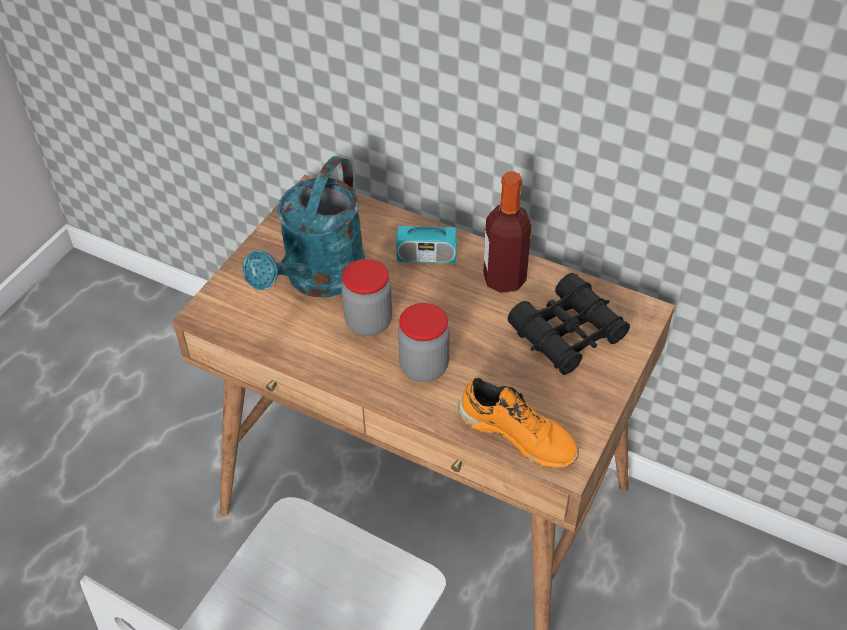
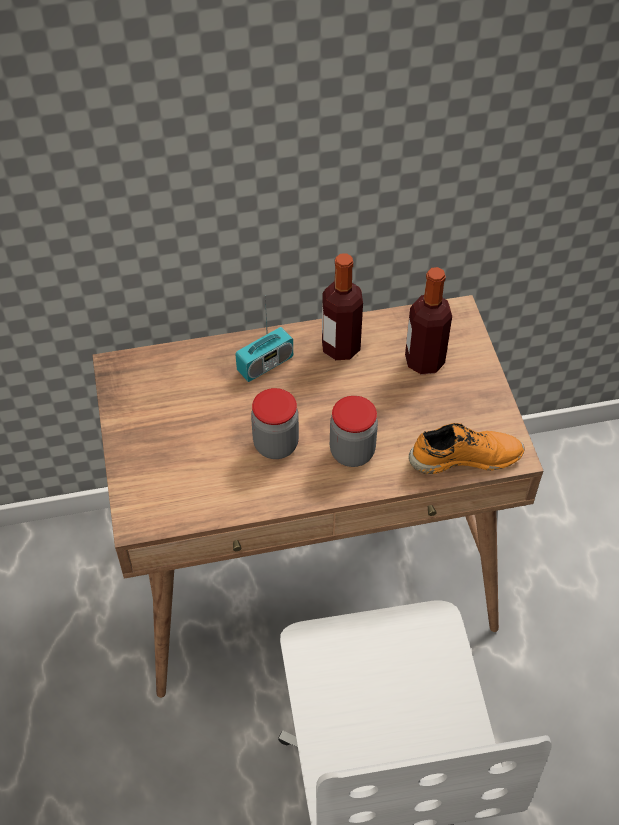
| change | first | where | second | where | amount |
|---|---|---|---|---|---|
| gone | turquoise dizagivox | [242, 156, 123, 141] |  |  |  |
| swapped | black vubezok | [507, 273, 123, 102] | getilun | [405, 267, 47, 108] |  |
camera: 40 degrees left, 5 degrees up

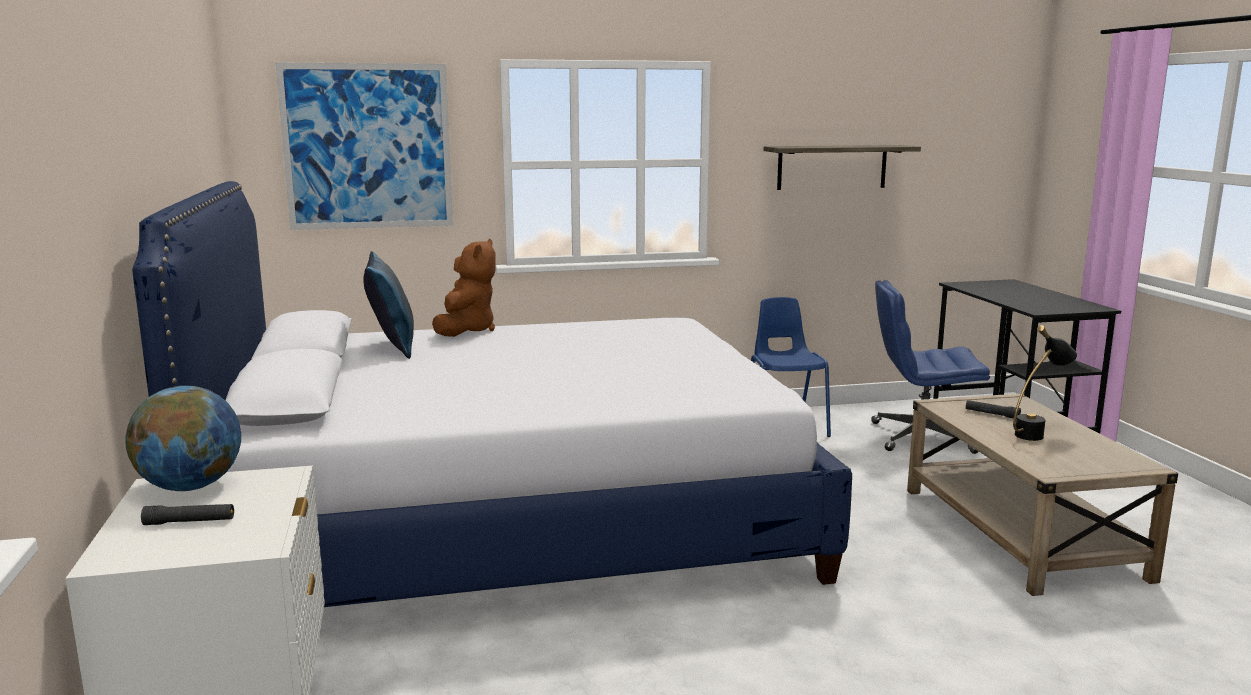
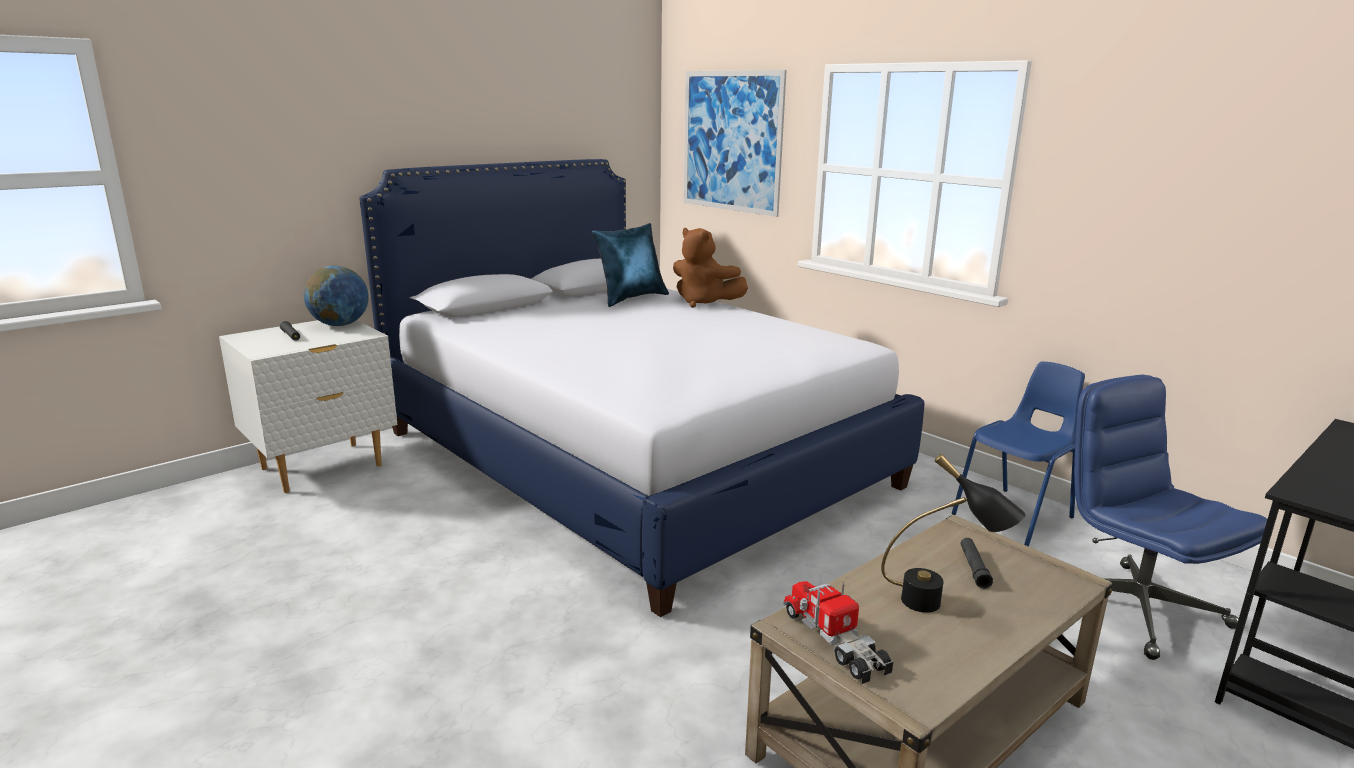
| change | first | where | second | where | amount |
|---|---|---|---|---|---|
| gone | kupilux | [764, 145, 157, 45] |  |  |  |
| rotated | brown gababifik | [432, 239, 64, 98] |  | [673, 228, 75, 80] | 60 degrees clockwise |
| new |  |  | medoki | [783, 581, 111, 103] |  |
camera: 60 degrees right, 5 degrees up

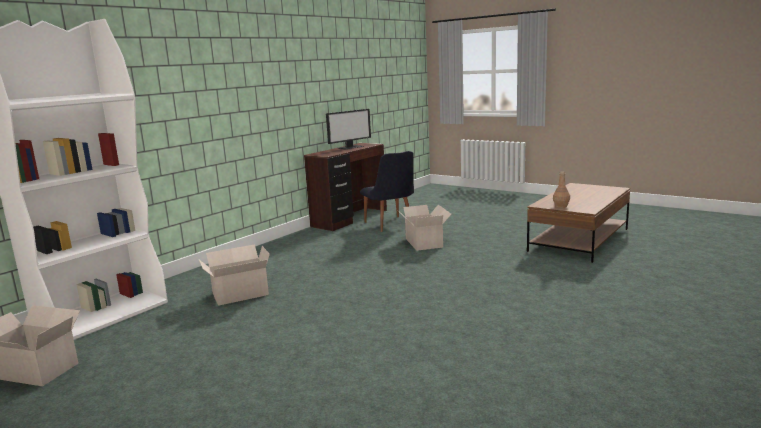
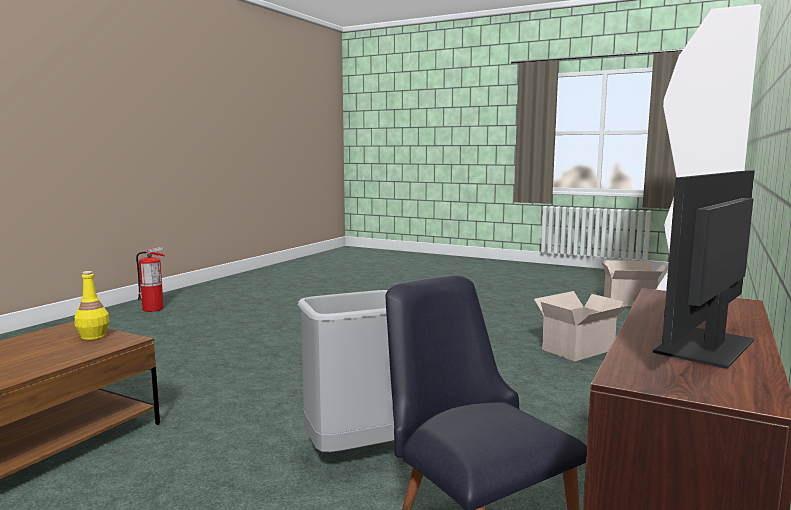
| change | first | where | second | where | amount |
|---|---|---|---|---|---|
| repainted | brown getilun | [553, 171, 17, 37] | yellow getilun | [74, 271, 36, 69] |  |
| swapped | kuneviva | [396, 205, 55, 46] | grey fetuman | [298, 290, 96, 162] |  |
| new |  |  | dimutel | [136, 247, 30, 65] |  |
camera: 170 degrees right, 5 degrees down

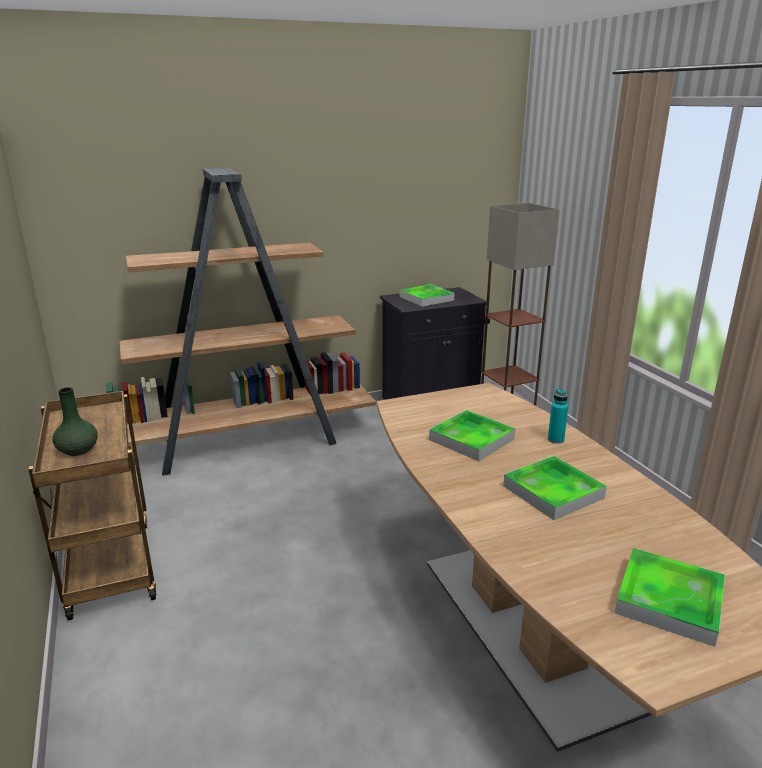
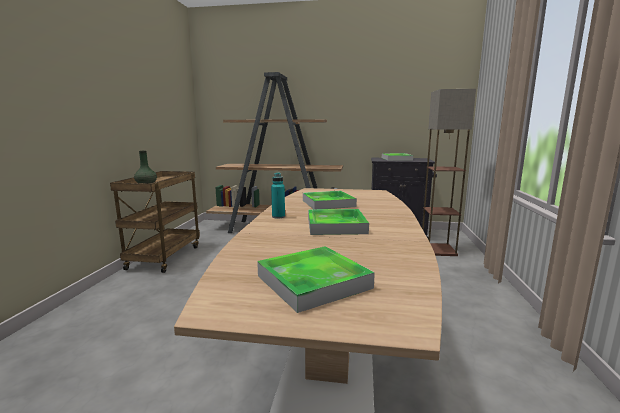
| change | first | where | second | where | amount |
|---|---|---|---|---|---|
| shifted | turquoise getilun | [548, 388, 20, 56] |  | [271, 173, 14, 46] |  |
camera: 30 degrees right, 10 degrees down

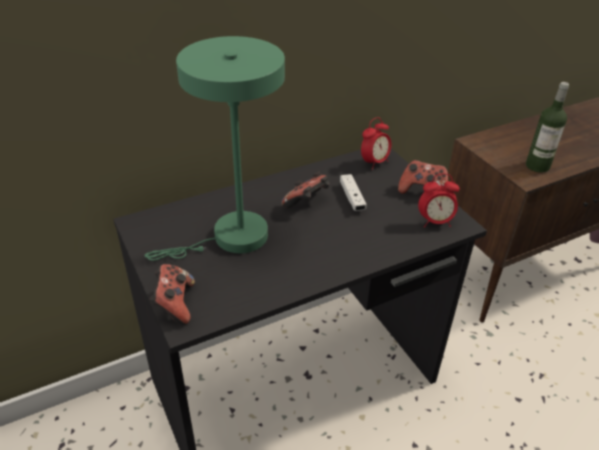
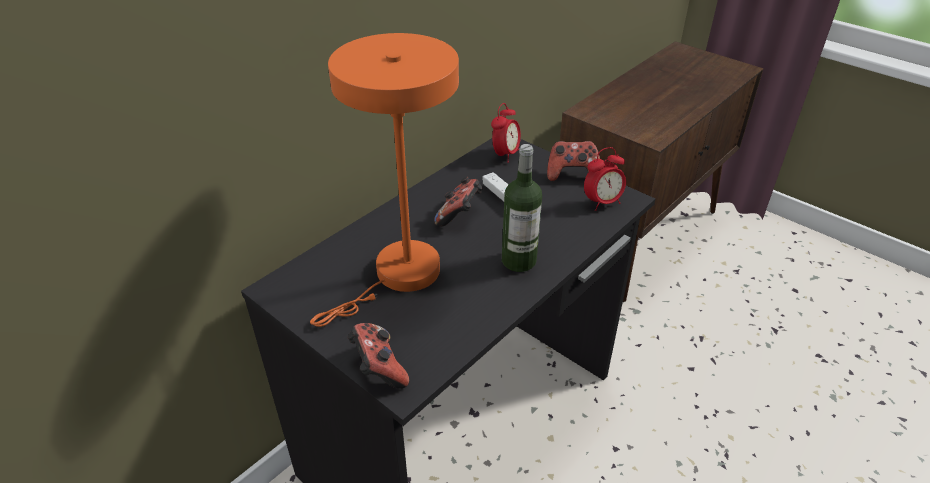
| change | first | where | second | where | amount |
|---|---|---|---|---|---|
| repainted | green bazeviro | [144, 36, 141, 225] | orange bazeviro | [310, 33, 149, 294] |  |
| shifted | getilun | [526, 82, 43, 91] |  | [502, 144, 40, 128] |  |
camera: 20 degrees left, 0 degrees up

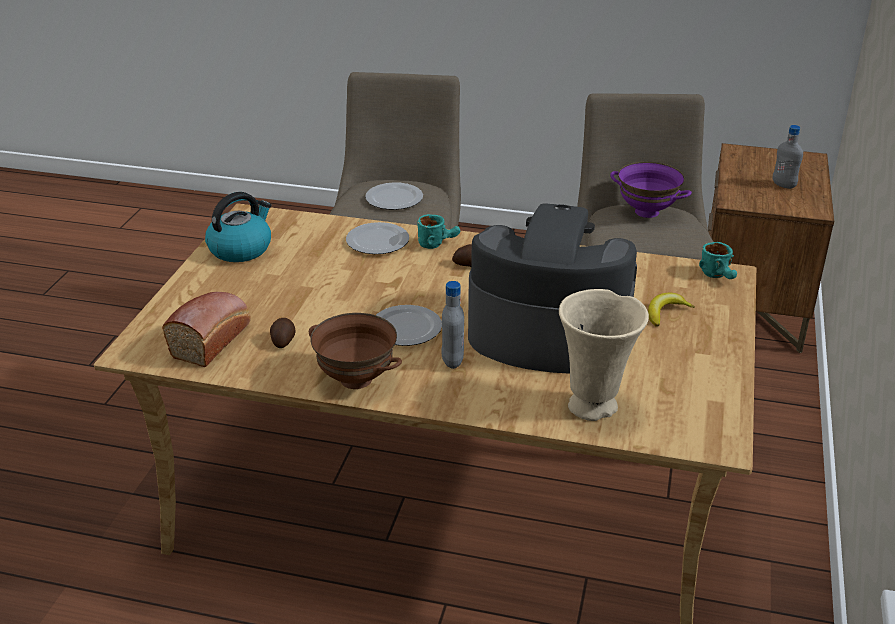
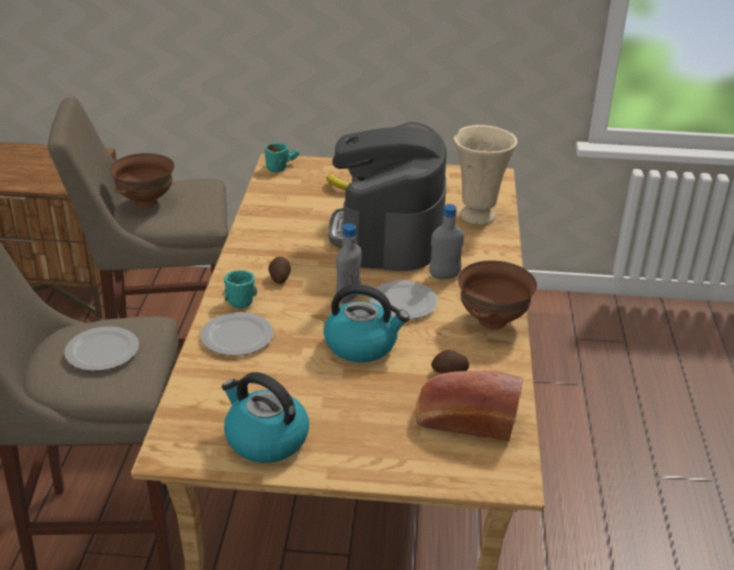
| change | first | where | second | where | amount |
|---|---|---|---|---|---|
| shifted | grey getilun | [773, 125, 30, 64] |  | [336, 223, 26, 80] |  |
| repainted | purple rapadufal | [610, 162, 82, 56] | brown rapadufal | [109, 153, 65, 55] |  |
| new |  |  | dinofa | [324, 284, 86, 79] |  |
camera: 100 degrees left, 0 degrees up

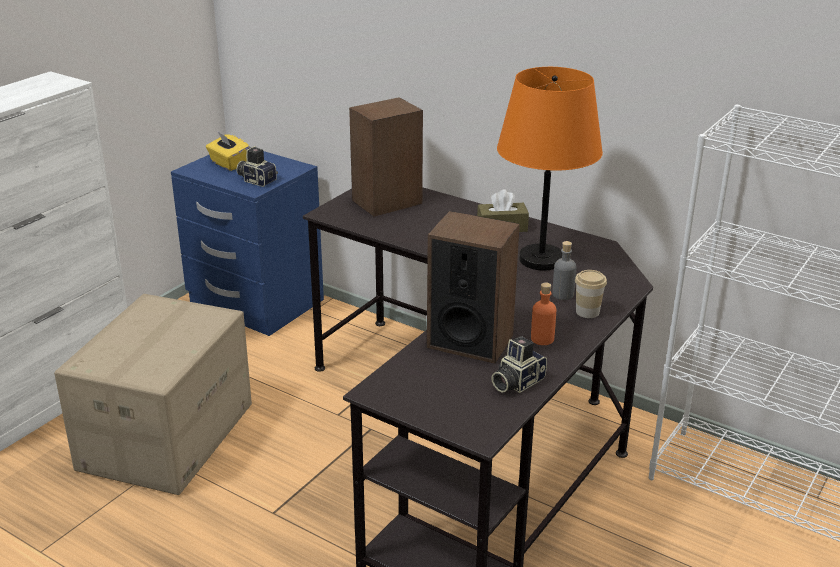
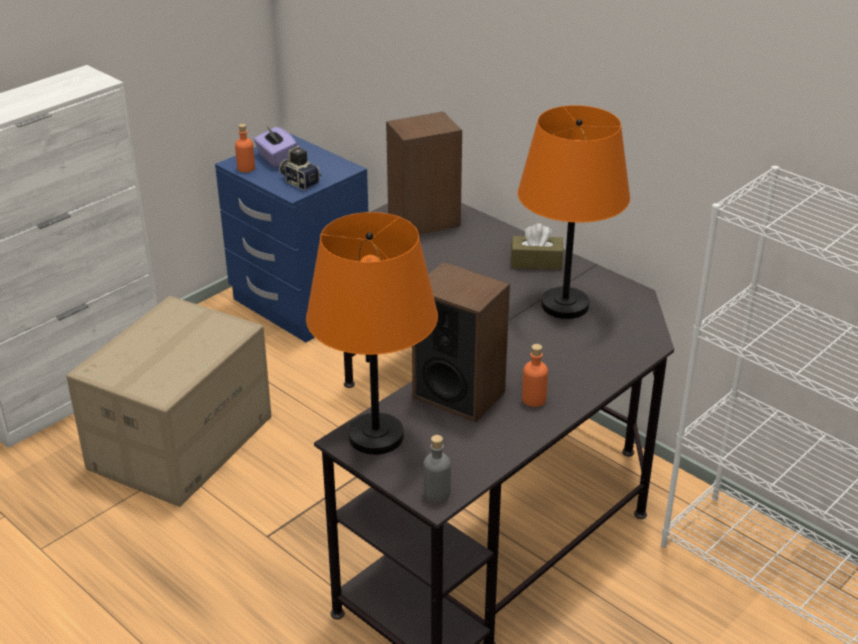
| change | first | where | second | where | amount |
|---|---|---|---|---|---|
| repainted | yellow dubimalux | [206, 132, 44, 39] | purple dubimalux | [254, 125, 43, 43] |  |
| shifted | grey getilun | [552, 241, 25, 59] |  | [423, 435, 28, 68] |  |
| gone | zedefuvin | [575, 270, 32, 48] |  |  |  |
| gone | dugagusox | [491, 336, 56, 57] |  |  |  |
| new |  |  | orange getilun | [235, 124, 20, 49] |  |
| new |  |  | orange bazeviro | [306, 212, 132, 243] |  |
camera: 10 degrees right, 5 degrees up

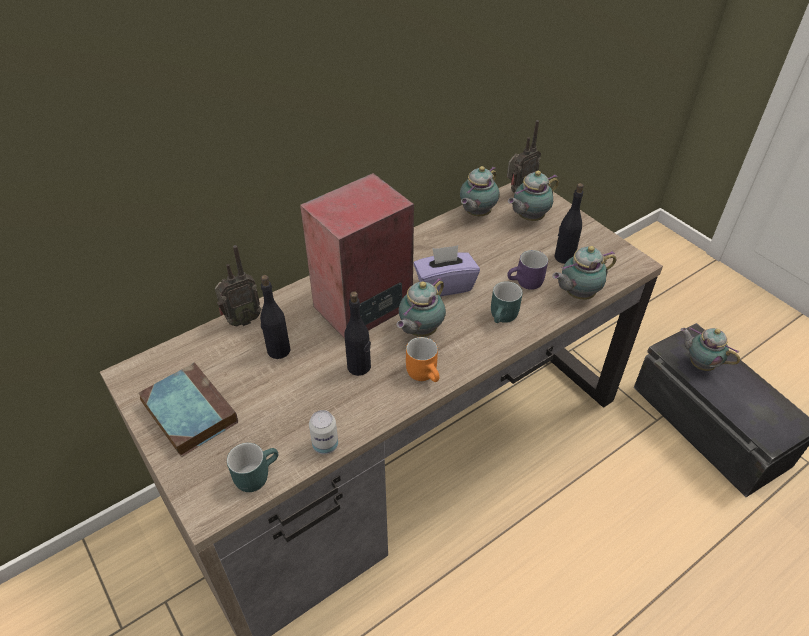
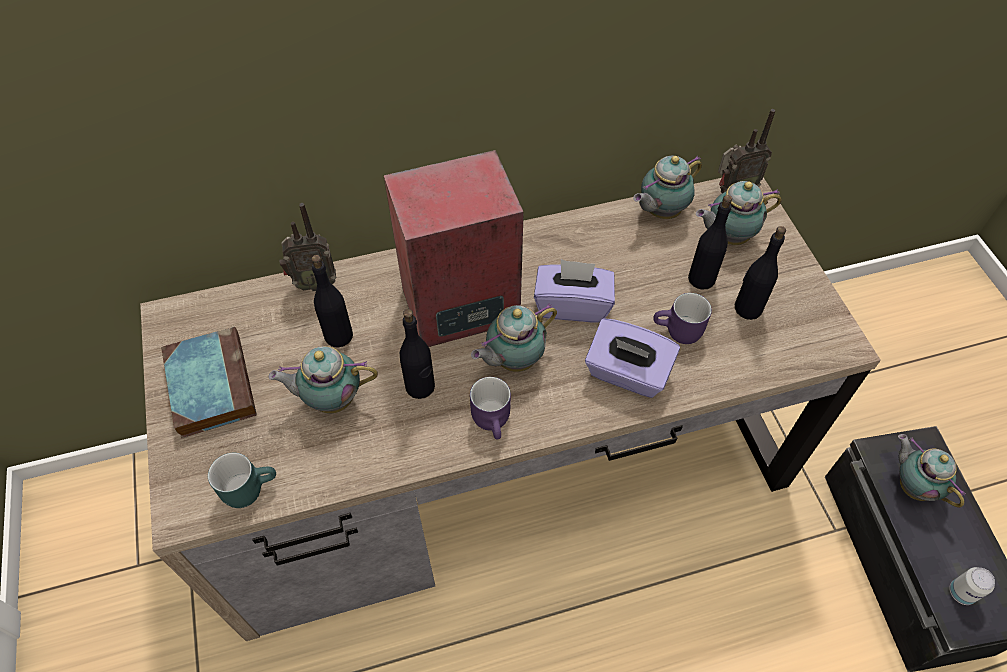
| change | first | where | second | where | amount |
|---|---|---|---|---|---|
| shifted | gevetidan | [552, 246, 65, 54] |  | [269, 346, 109, 68] |  |
| swapped | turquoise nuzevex | [491, 281, 32, 42] | purple dubimalux | [585, 318, 95, 80] |  |
| repainted | orange nuzevex | [406, 337, 34, 45] | purple nuzevex | [470, 377, 41, 63] |  |
| shifted | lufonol | [309, 410, 29, 44] |  | [949, 567, 46, 38] |  |
| new |  |  | black getilun | [688, 195, 44, 94] |  |
camera: 20 degrees right, 10 degrees up

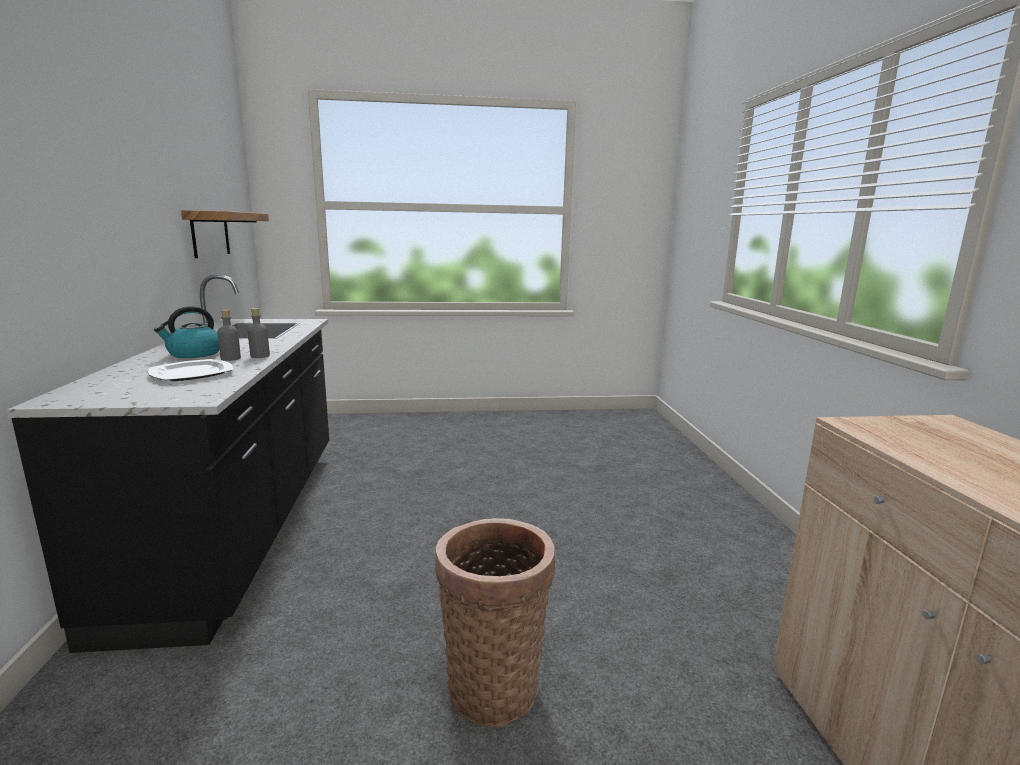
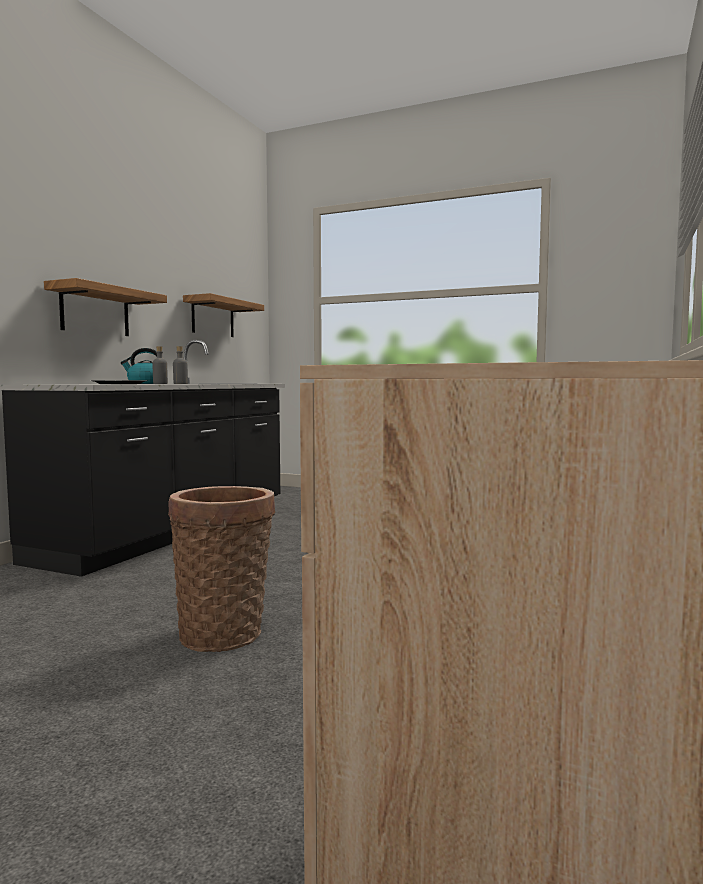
| change | first | where | second | where | amount |
|---|---|---|---|---|---|
| new |  |  | kupilux | [44, 278, 123, 58] |  |
camera: 30 degrees right, 10 degrees down

